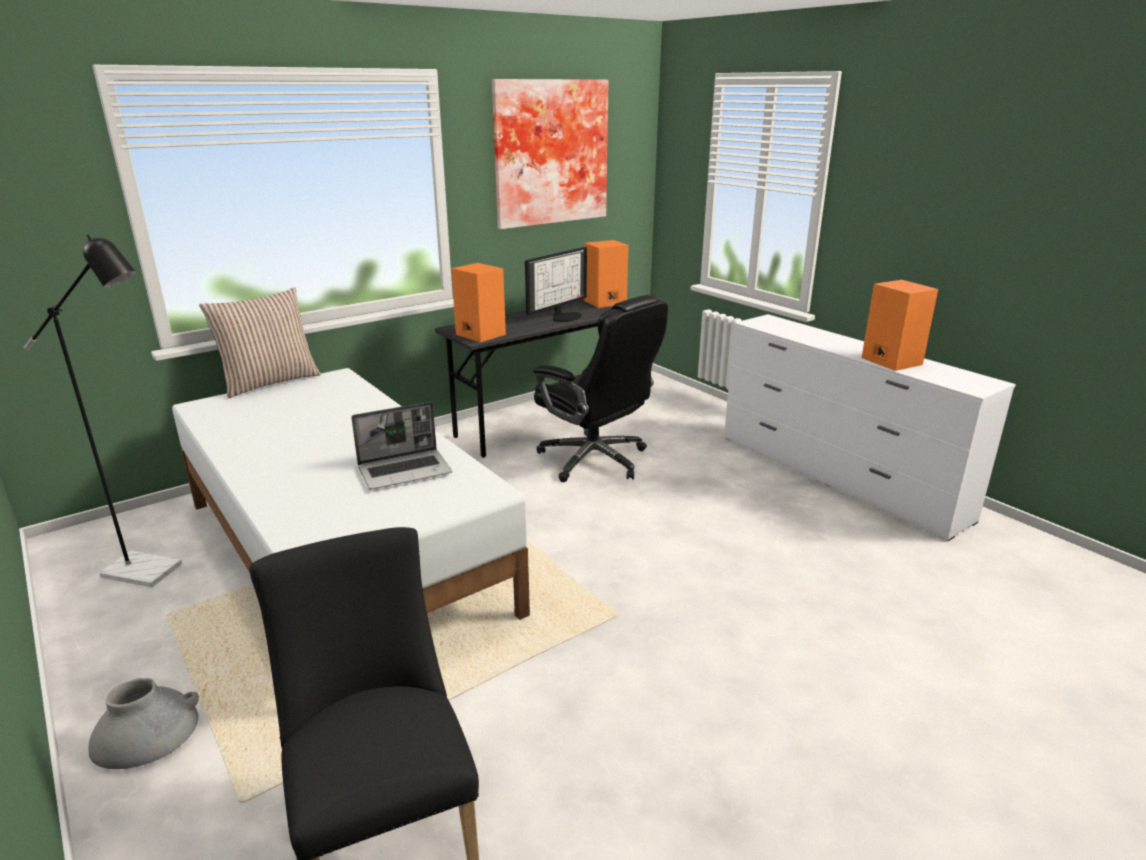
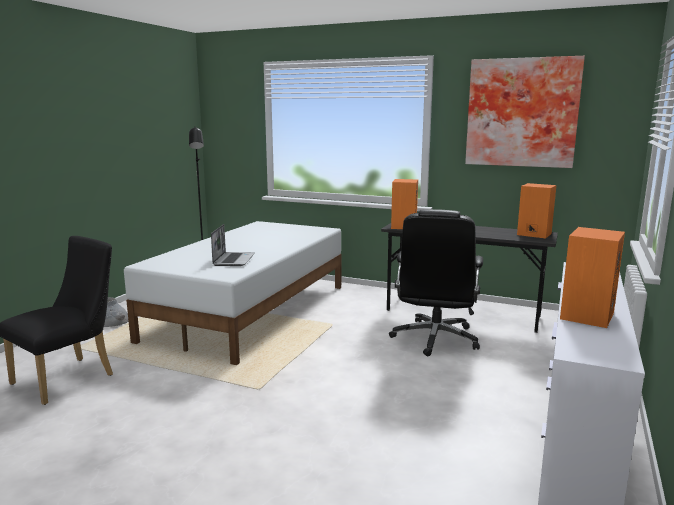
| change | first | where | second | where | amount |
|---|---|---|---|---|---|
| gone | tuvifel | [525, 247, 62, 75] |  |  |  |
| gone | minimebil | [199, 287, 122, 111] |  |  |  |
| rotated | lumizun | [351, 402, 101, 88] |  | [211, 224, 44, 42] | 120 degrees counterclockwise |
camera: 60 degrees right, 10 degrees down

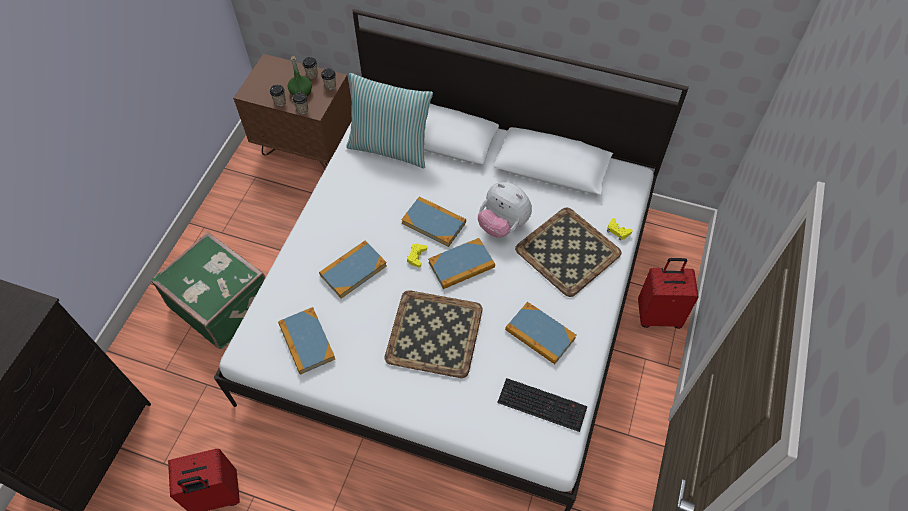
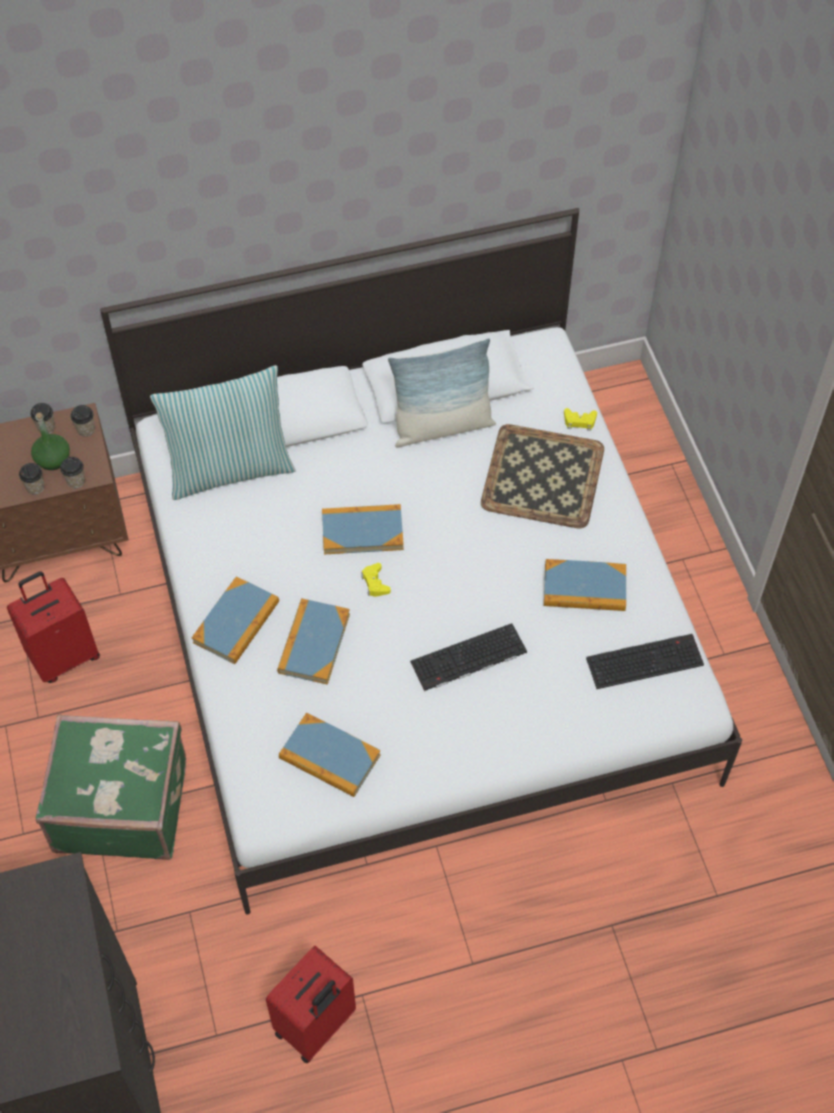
| change | first | where | second | where | amount |
|---|---|---|---|---|---|
| gone | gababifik | [478, 182, 54, 55] |  |  |  |
| shifted | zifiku | [428, 238, 67, 51] |  | [192, 577, 87, 87] |  |
| shifted | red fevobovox | [638, 258, 61, 71] |  | [7, 571, 93, 112] |  |
| swapped | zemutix | [385, 290, 97, 88] | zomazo | [410, 623, 117, 68] |  |
| new |  |  | minimebil | [388, 338, 108, 109] |  |
camera: 35 degrees left, 0 degrees up

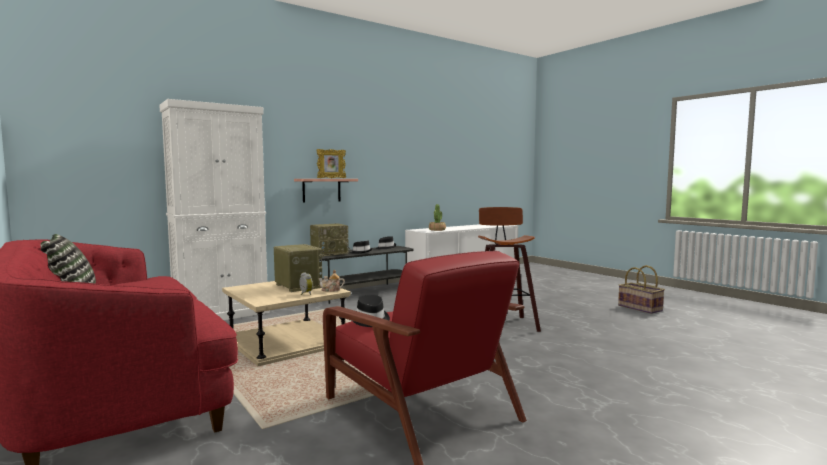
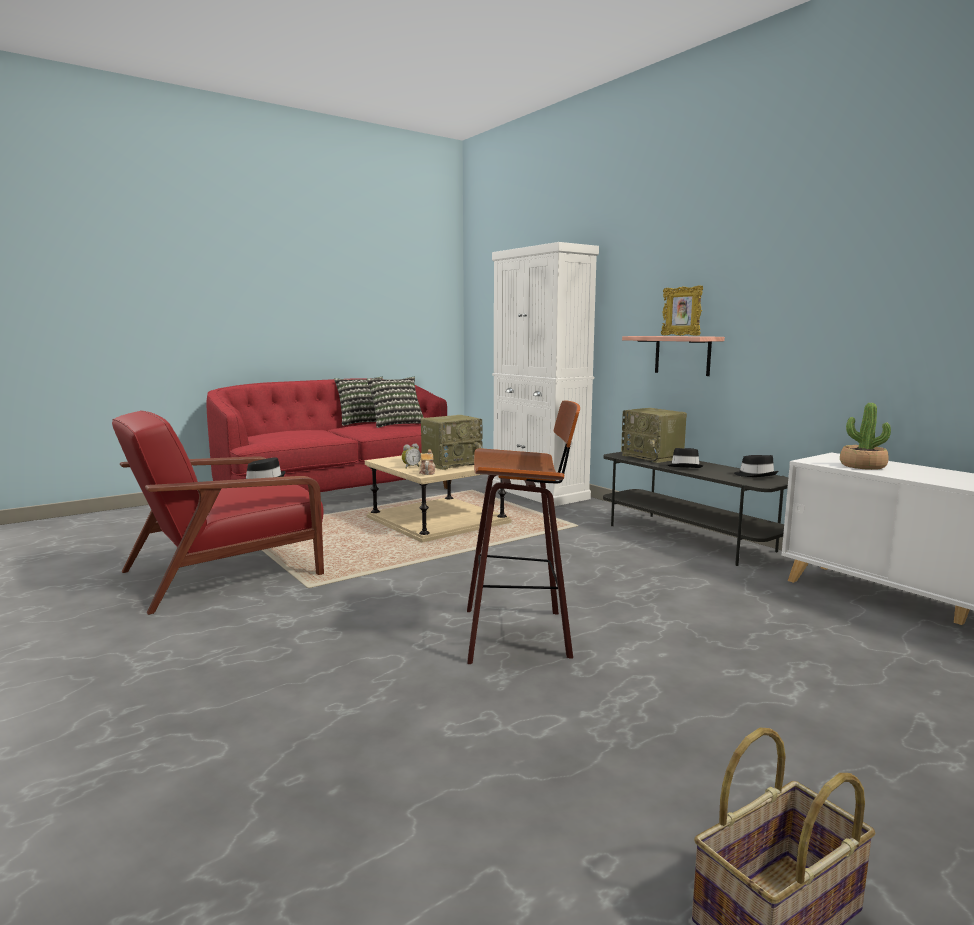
| change | first | where | second | where | amount |
|---|---|---|---|---|---|
| new |  |  | minimebil | [367, 377, 57, 51] |  |
camera: 90 degrees right, 5 degrees up

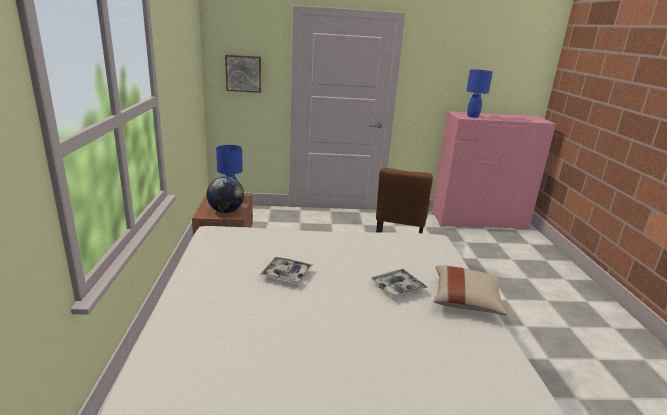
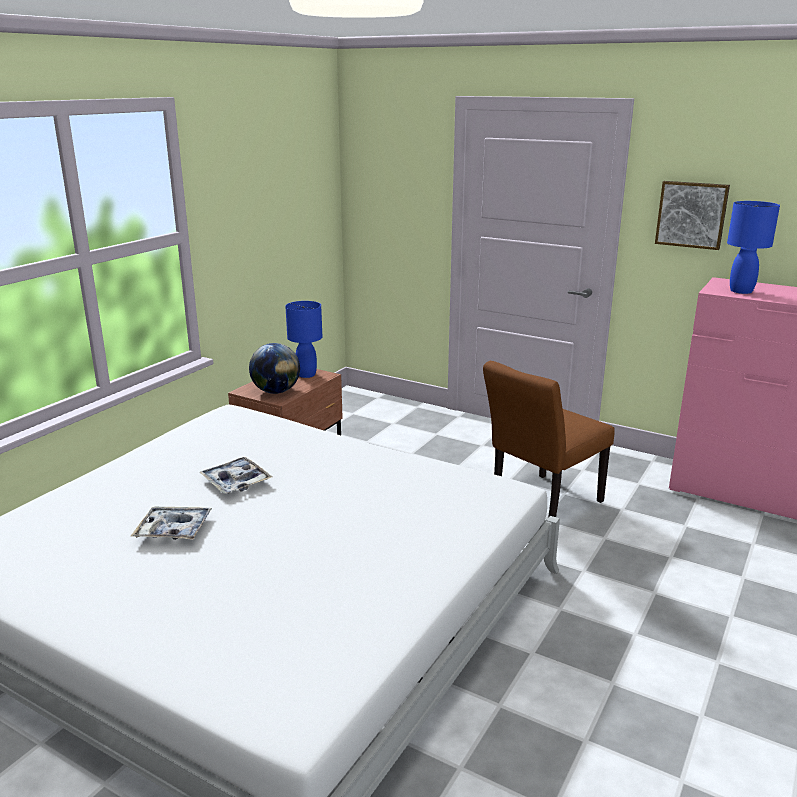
| change | first | where | second | where | amount |
|---|---|---|---|---|---|
| shifted | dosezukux | [225, 55, 36, 38] |  | [655, 181, 75, 69] |  |
| gone | beige minimebil | [434, 265, 73, 50] |  |  |  |
| shifted | zemutix | [371, 269, 57, 28] |  | [131, 506, 81, 34] |  |
camera: 35 degrees right, 0 degrees up

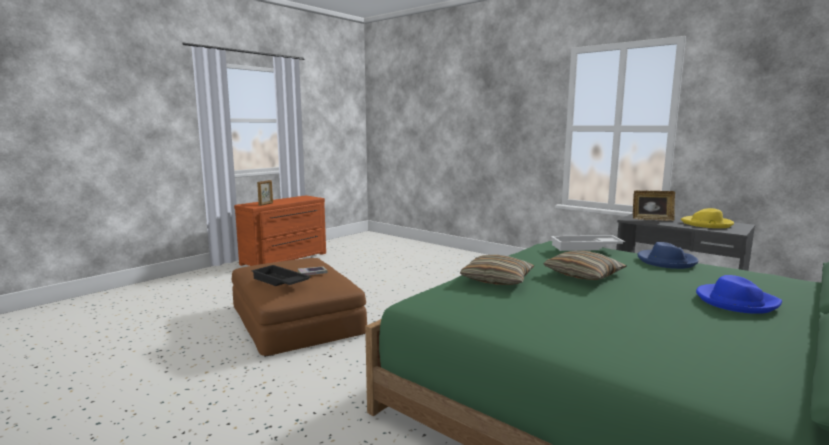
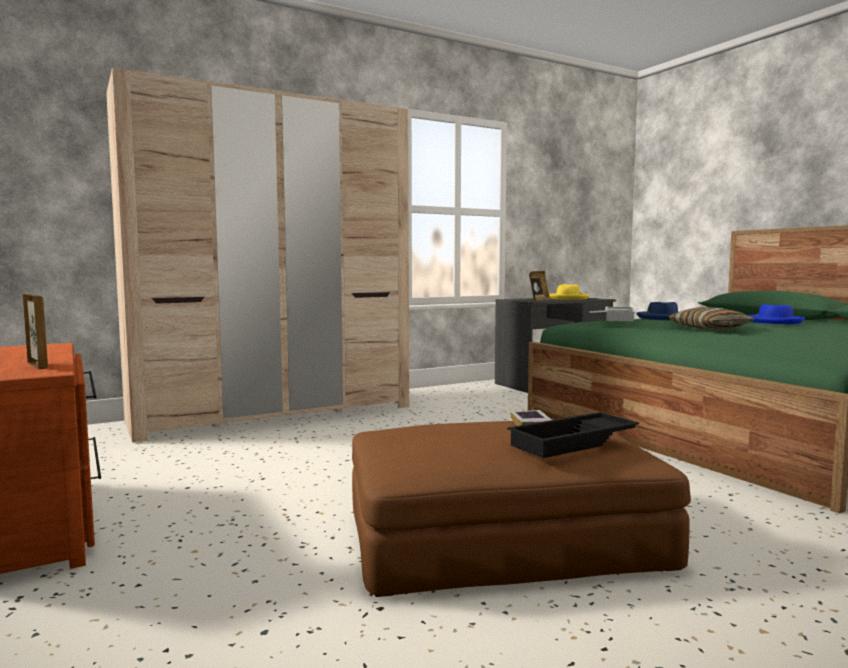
| change | first | where | second | where | amount |
|---|---|---|---|---|---|
| gone | minimebil | [460, 255, 74, 30] |  |  |  |
| new |  |  | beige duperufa | [106, 68, 303, 374] |  |
camera: 70 degrees left, 5 degrees down

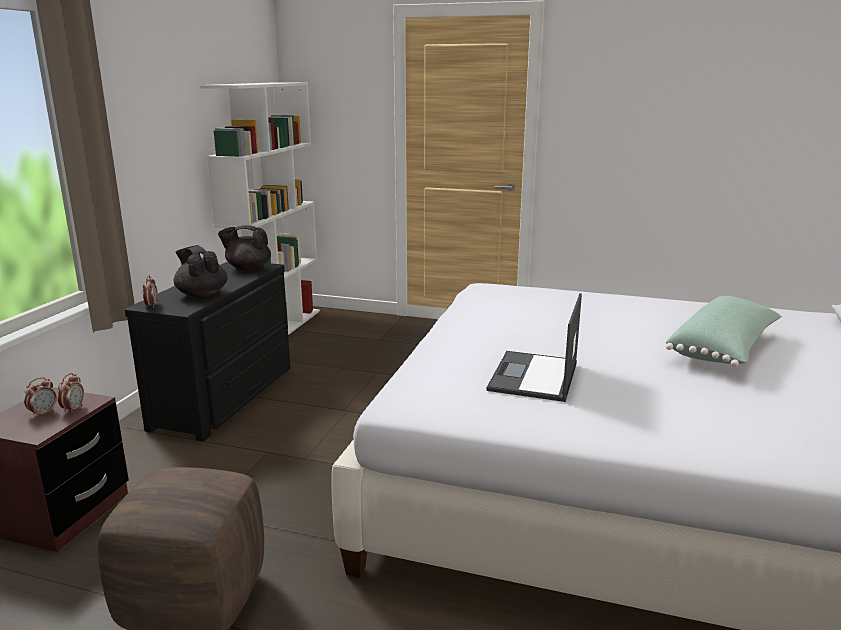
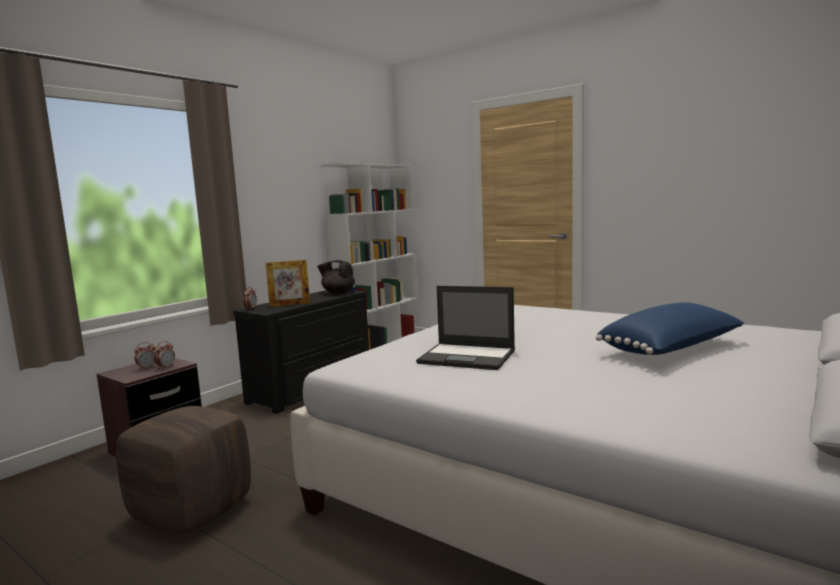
| change | first | where | second | where | amount |
|---|---|---|---|---|---|
| swapped | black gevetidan | [173, 245, 55, 53] | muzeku | [266, 260, 44, 47] |  |
| rotated | lumizun | [487, 293, 95, 109] |  | [416, 286, 99, 84] | 105 degrees counterclockwise |
| repainted | green minimebil | [666, 296, 116, 71] | blue minimebil | [596, 302, 148, 53] |  |
camera: 20 degrees right, 10 degrees down

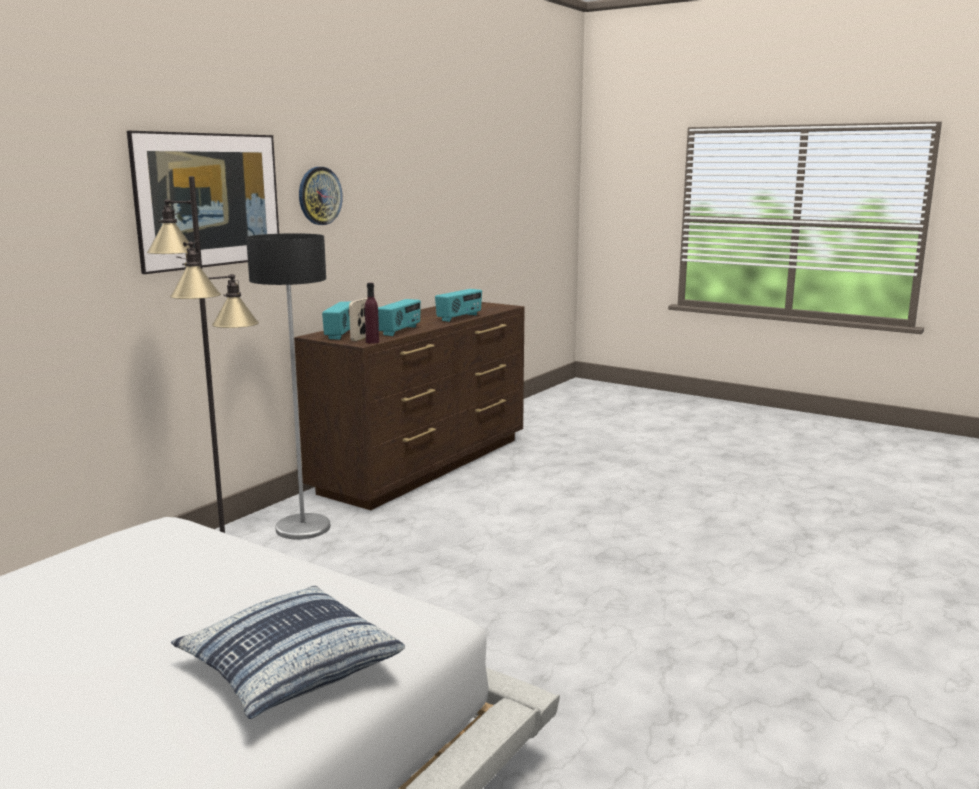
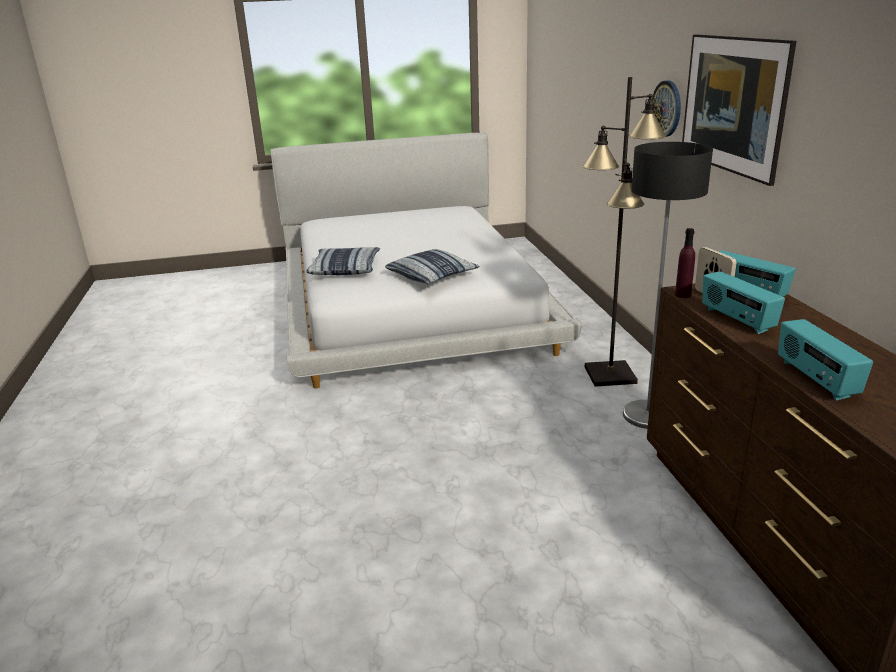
| change | first | where | second | where | amount |
|---|---|---|---|---|---|
| shifted | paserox | [299, 167, 44, 58] |  | [652, 80, 29, 57] |  |
| new |  |  | minimebil | [385, 249, 95, 35] |  |
camera: 135 degrees right, 10 degrees up

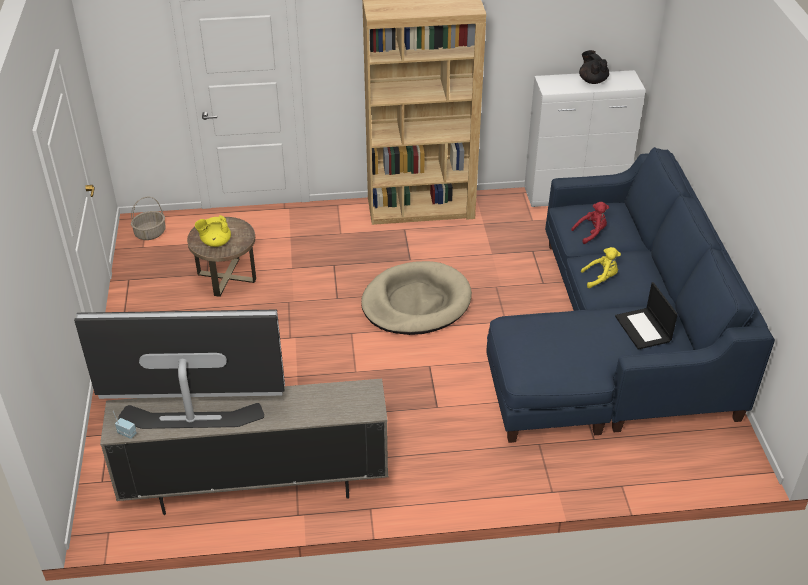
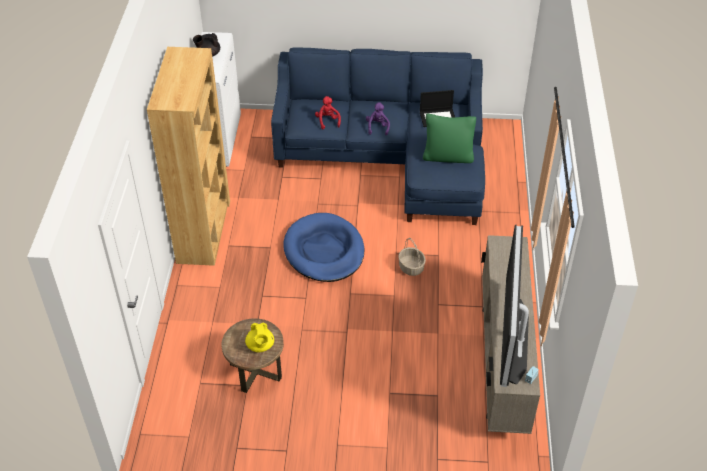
| change | first | where | second | where | amount |
|---|---|---|---|---|---|
| shifted | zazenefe | [131, 197, 35, 43] |  | [398, 238, 28, 38] |  |
| repainted | yellow gababifik | [581, 247, 40, 41] | purple gababifik | [366, 102, 24, 33] |  |
| repainted | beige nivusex | [361, 261, 111, 74] | blue nivusex | [283, 213, 82, 69] |  |
| new |  |  | green minimebil | [423, 113, 53, 50] |  |
camera: 80 degrees left, 5 degrees up

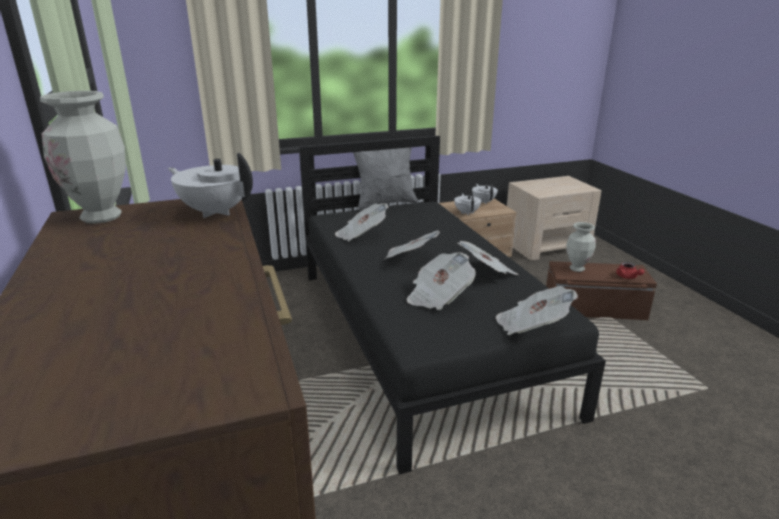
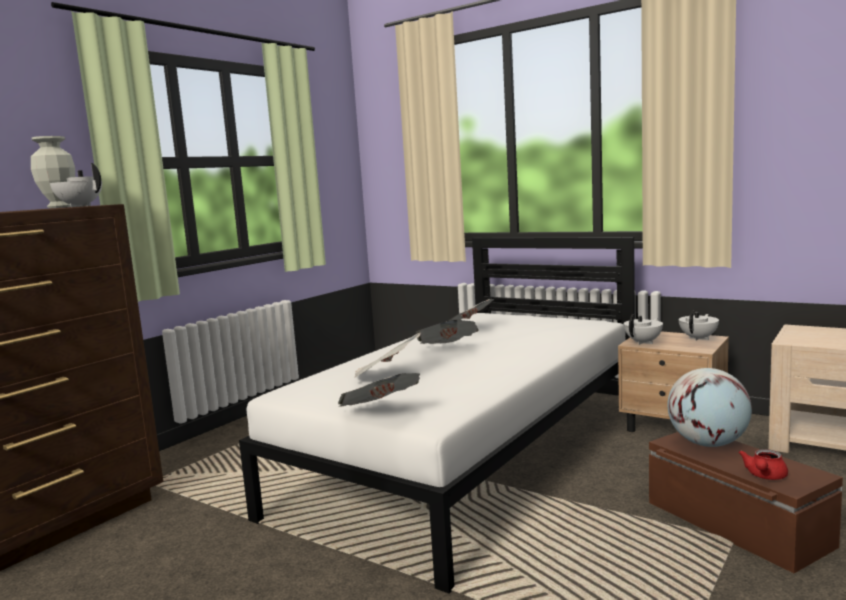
| change | first | where | second | where | amount |
|---|---|---|---|---|---|
| repainted | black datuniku | [299, 136, 307, 339] | white datuniku | [239, 237, 396, 356] |  |
| gone | grey minimebil | [353, 147, 65, 64] |  |  |  |
| rotated | white gevetidan | [168, 153, 85, 65] |  | [50, 163, 52, 44] | 60 degrees counterclockwise |
| swapped | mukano | [567, 222, 29, 50] | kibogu | [667, 368, 85, 79] |  |
| gone | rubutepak | [458, 241, 61, 34] |  |  |  |
camera: 55 degrees right, 15 degrees down

